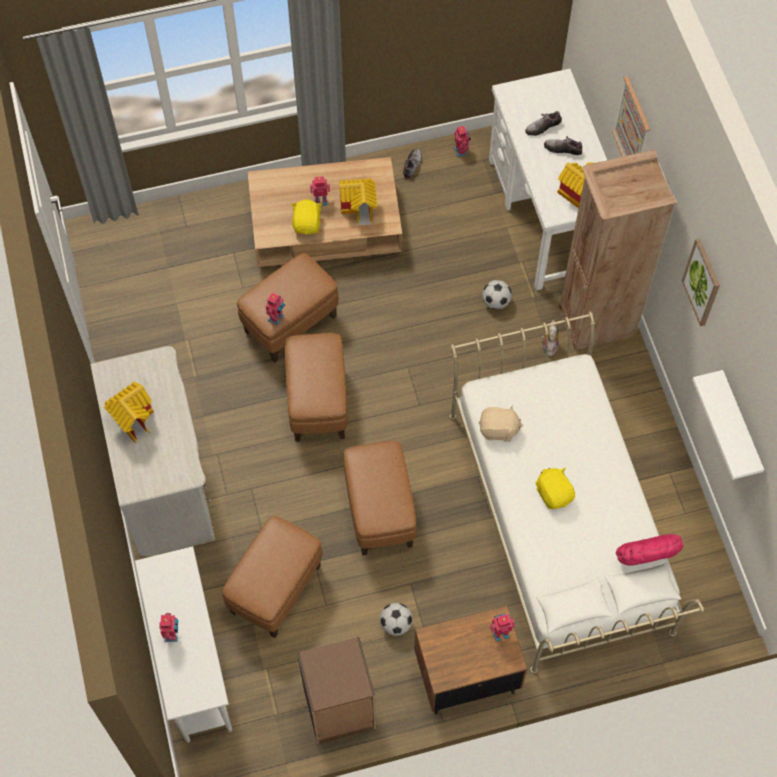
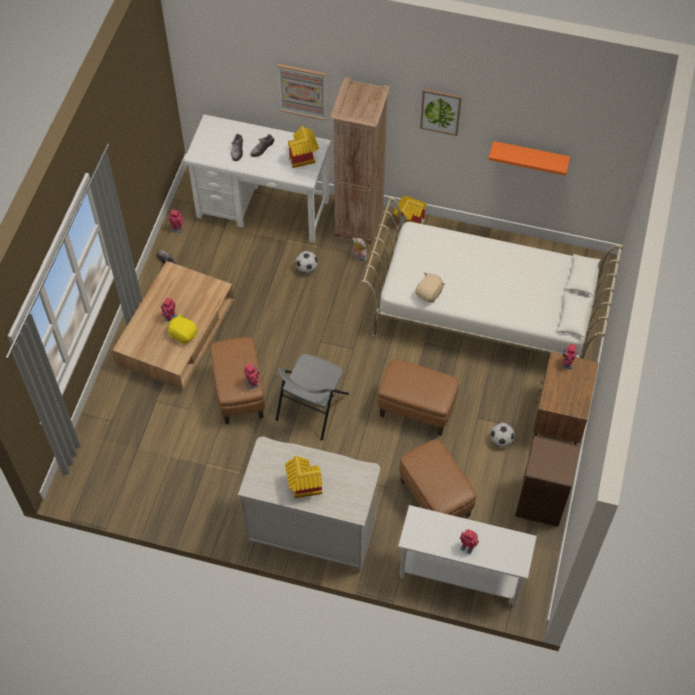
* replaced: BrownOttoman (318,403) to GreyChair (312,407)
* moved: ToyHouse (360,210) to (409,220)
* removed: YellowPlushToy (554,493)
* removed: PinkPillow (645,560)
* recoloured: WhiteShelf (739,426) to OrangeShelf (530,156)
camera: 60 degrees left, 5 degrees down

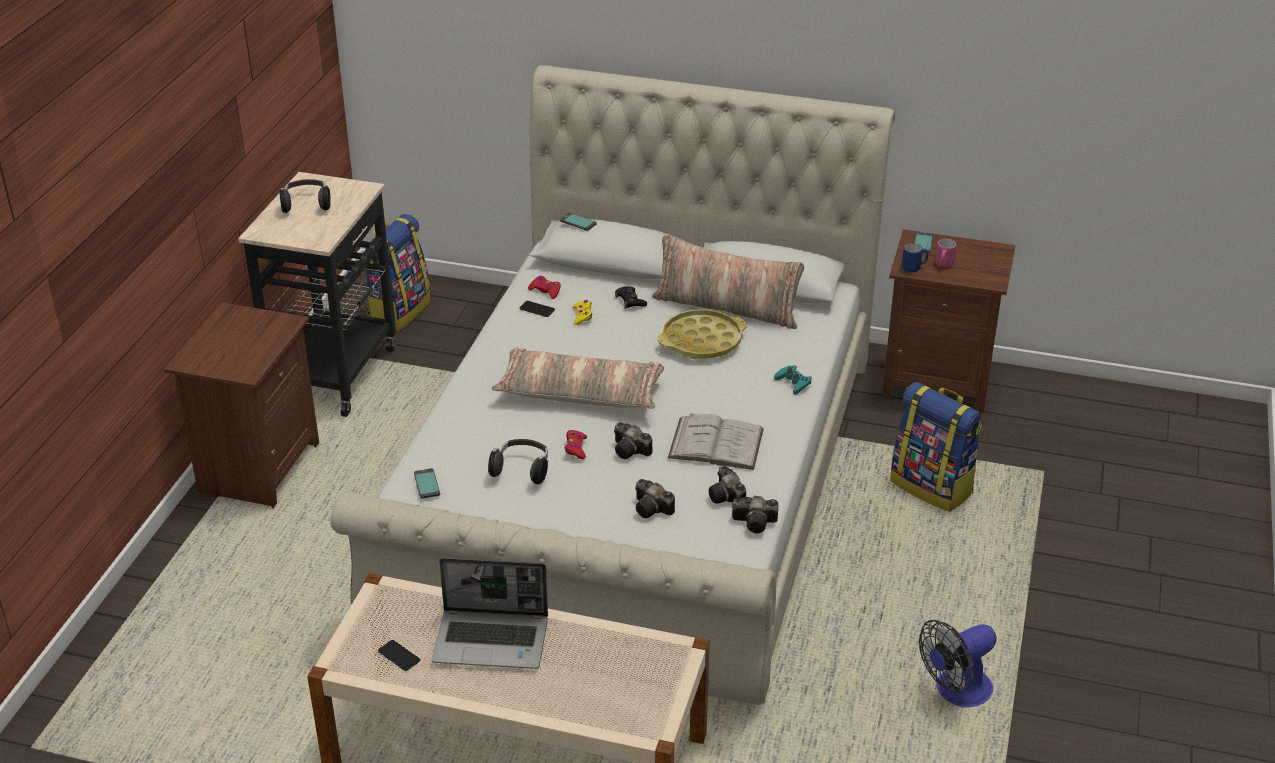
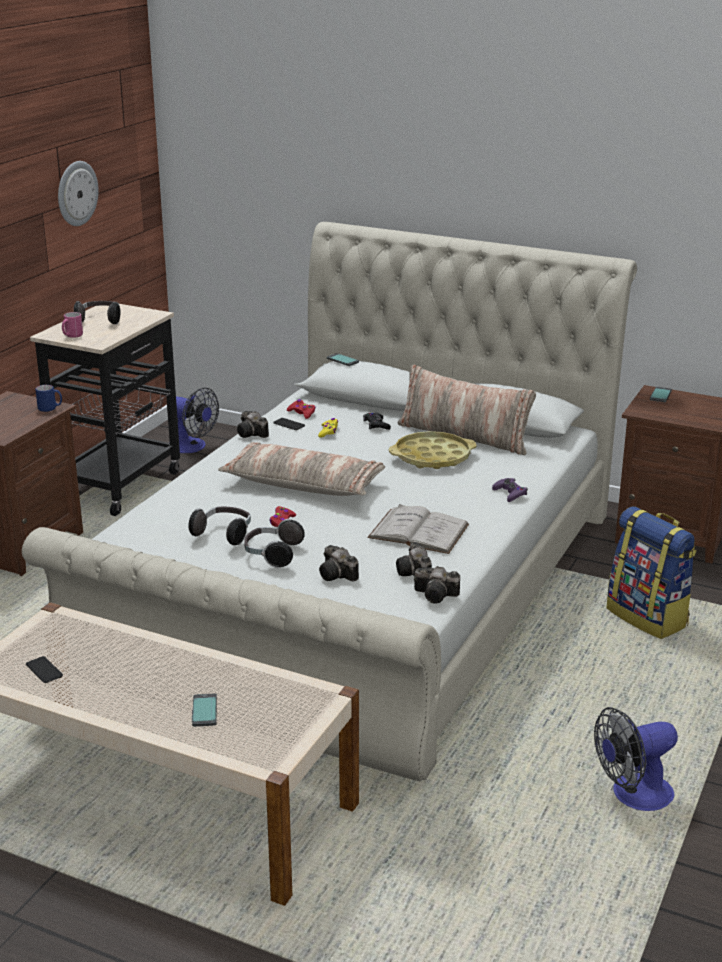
* replaced: Backpack (398,311) to Fan (192,447)
* moved: Phone (426,484) to (204,711)
* removed: Laptop (492,640)
* moved: PhotoCamera (631,451) to (252,434)
* recoloured: TurquoiseGameController (793,383) to PurpleGameController (510,493)
* moved: BlueMug (914,268) to (50,409)
* moved: PinkMug (943,265) to (72,336)
* added: WallClock (76,193)
* added: Headphones (272,554)
camera: 10 degrees right, 10 degrees down

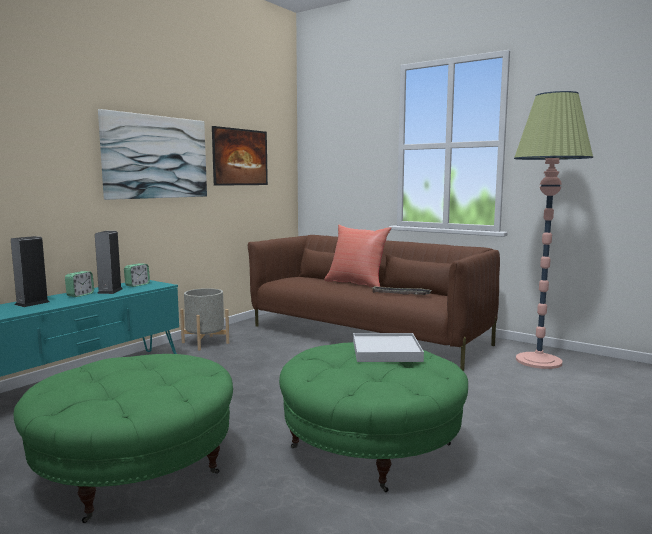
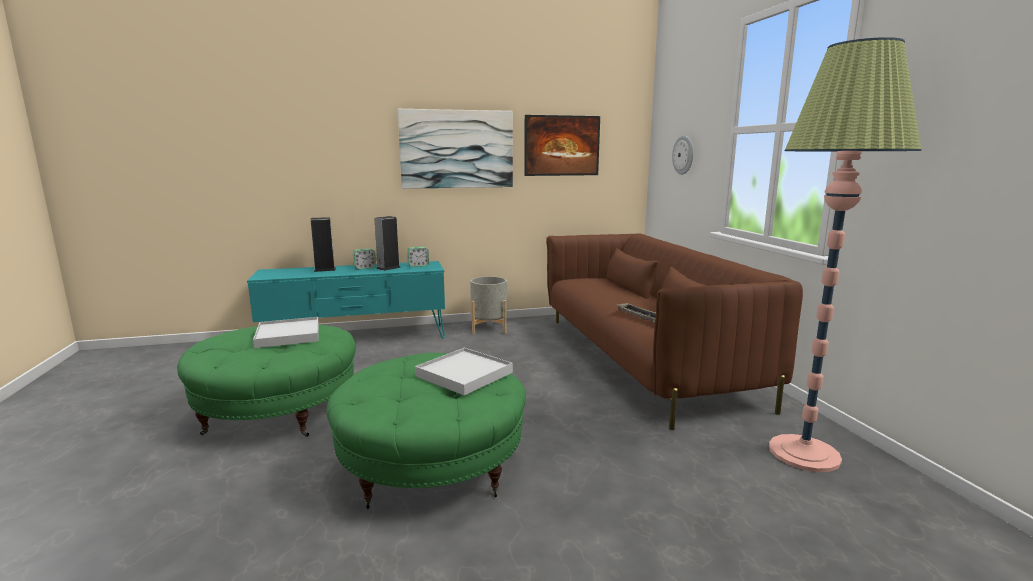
* removed: RedPillow (356,283)
* added: WhiteTray (288,335)
* added: WallClock (683,155)
camera: 40 degrees right, 5 degrees up

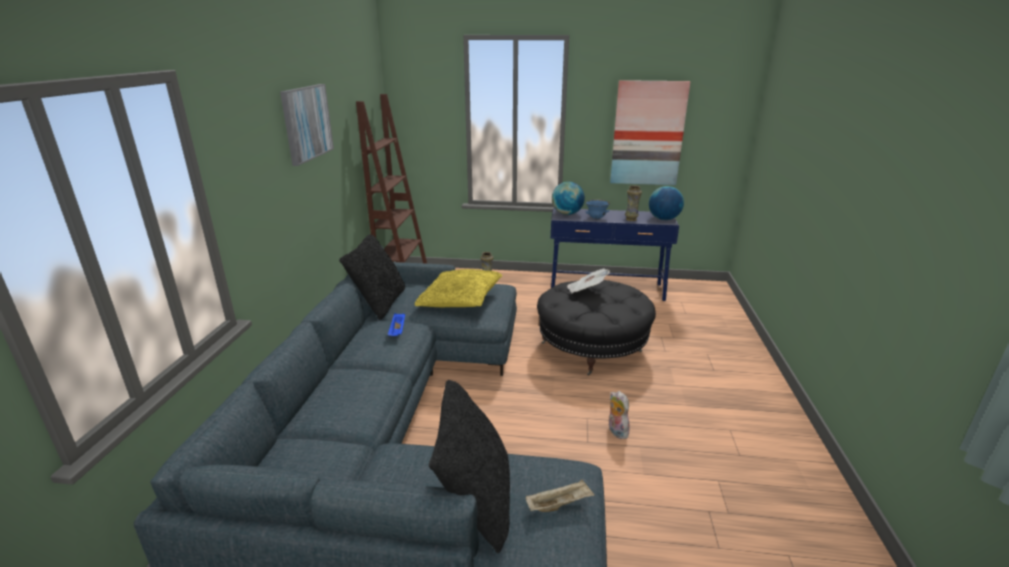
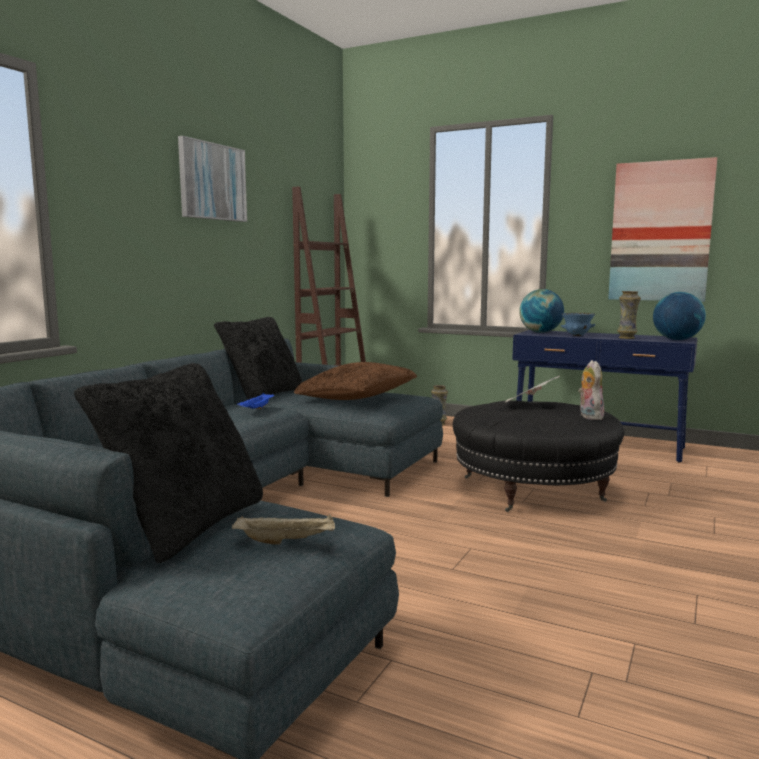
* recoloured: YellowPillow (460,300) to BrownPillow (356,398)
* moved: PlushToy (616,431) to (588,416)
camera: 20 degrees right, 15 degrees down

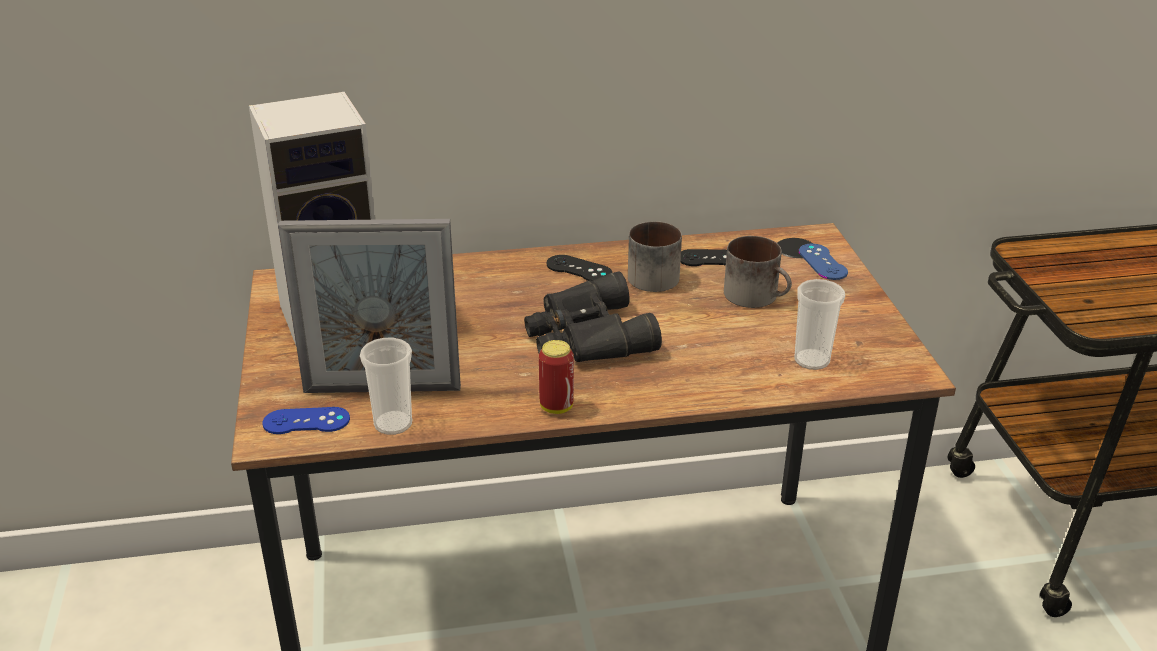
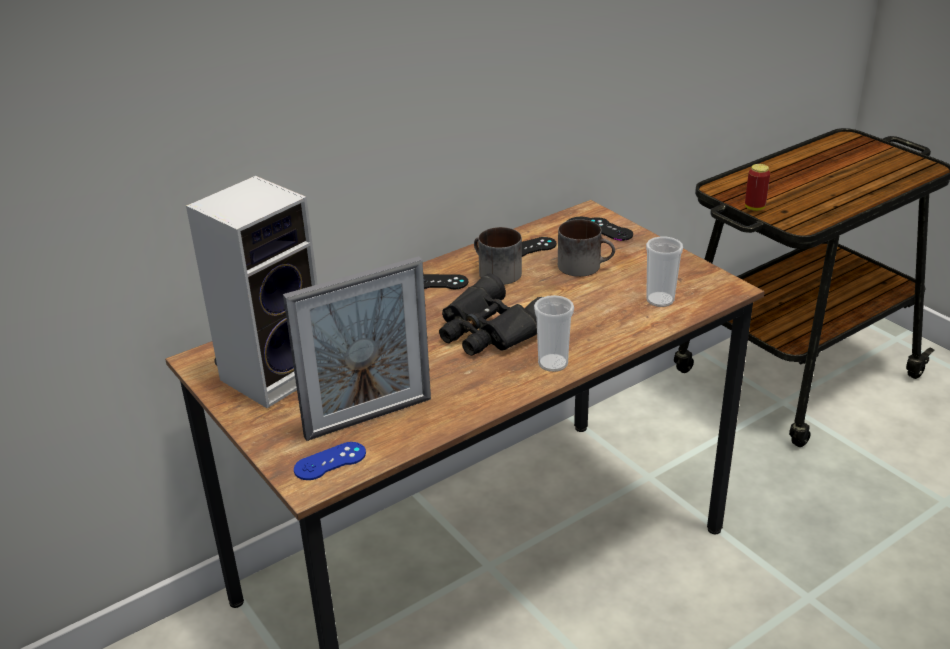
* moved: Cup (393,423) to (553,363)
* moved: Can (556,407) to (754,207)
* recoloured: BlueGameController (822,262) to BlackGameController (608,229)
camera: 25 degrees left, 0 degrees up

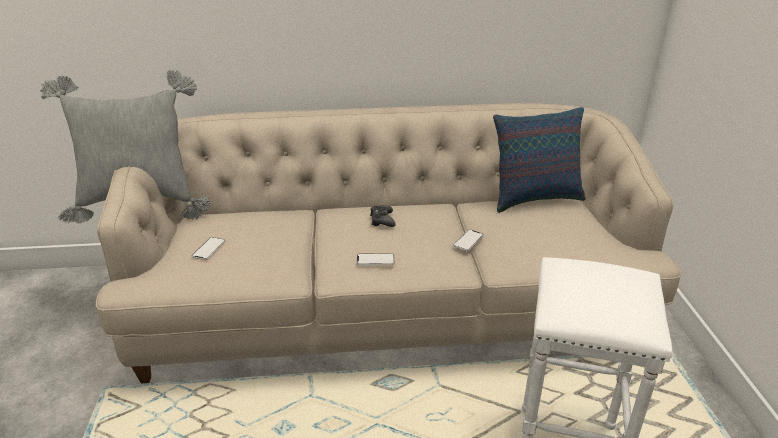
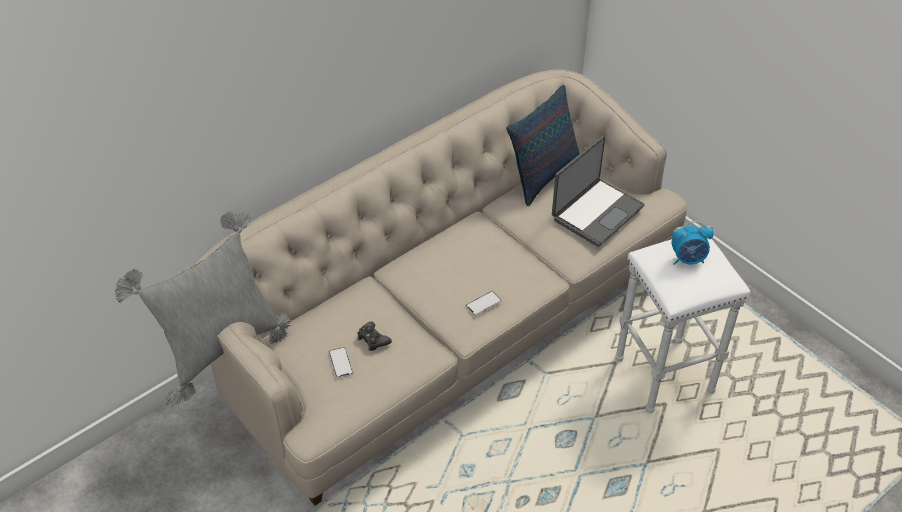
* moved: BlackGameController (382,220) to (373,339)
* removed: Phone (468,241)
* added: Laptop (596,212)
* added: AlarmClock (688,259)
camera: 35 degrees left, 15 degrees up

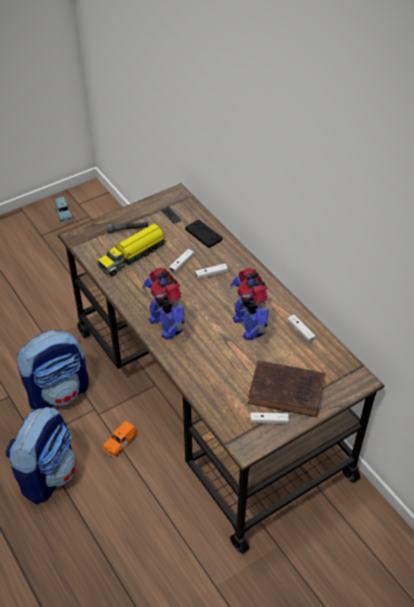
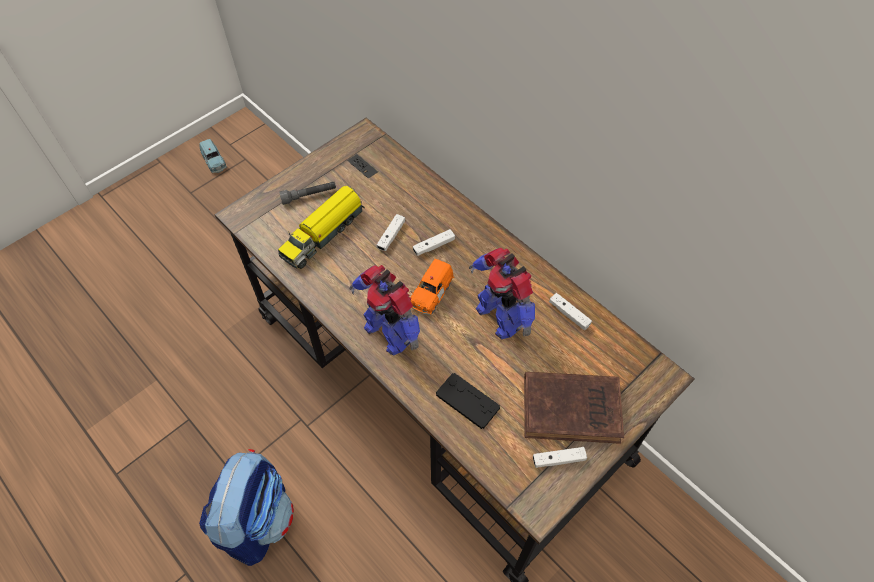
* removed: Backpack (59,392)
* moved: OrangeToyCar (120,444) to (430,294)
* moved: BlackGameController (203,234) to (467,401)
camera: 10 degrees left, 10 degrees up

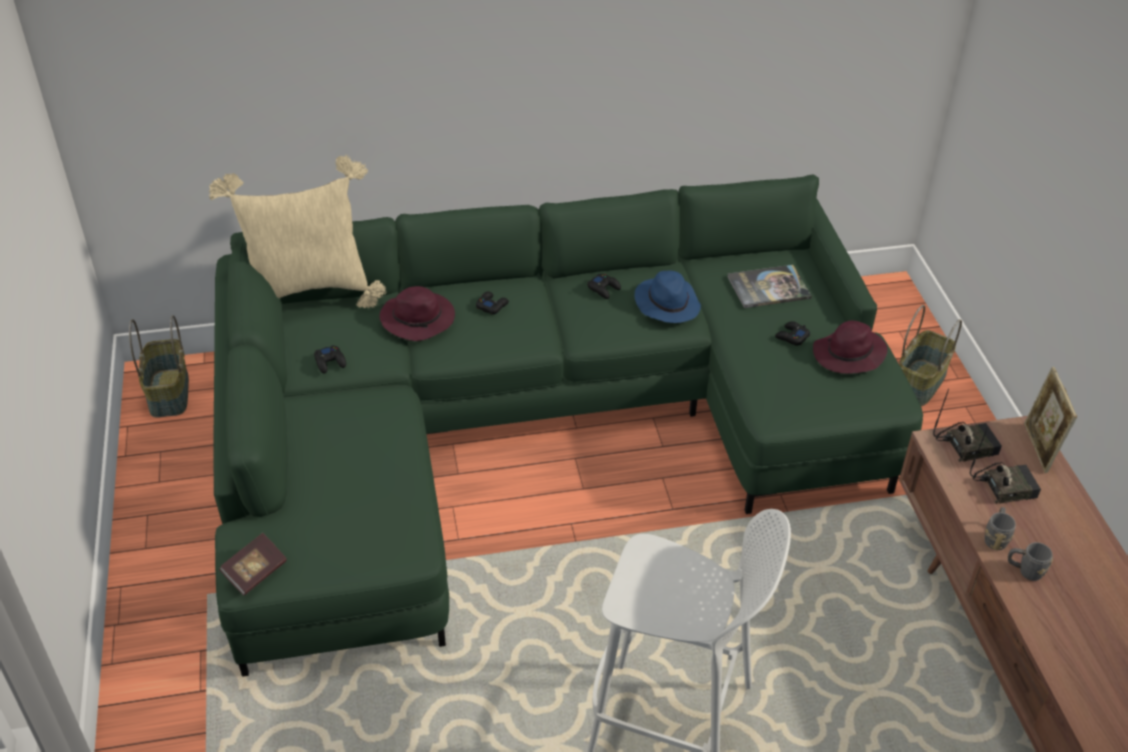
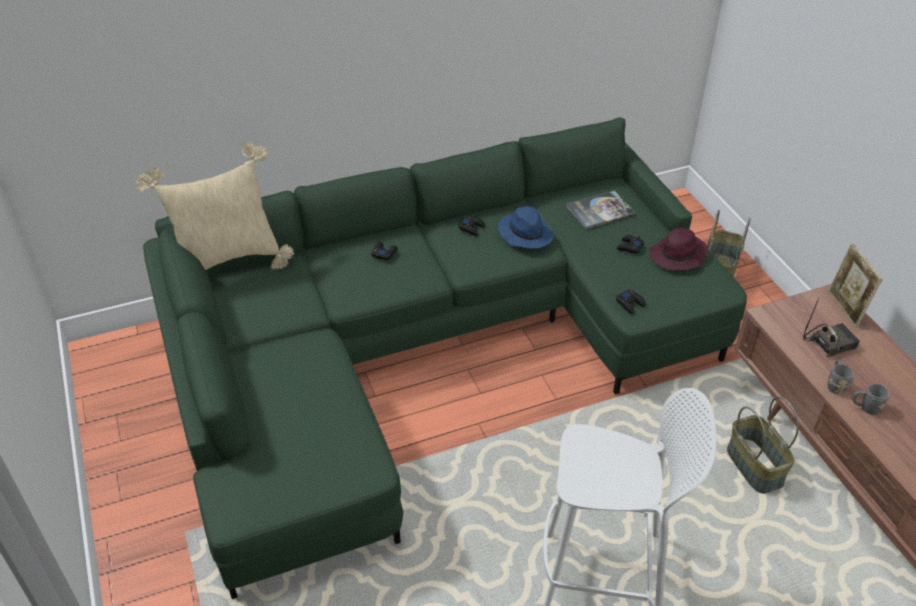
* moved: Basket (170,393) to (755,466)
* removed: Book (255,572)
* moved: BlackGameController (330,362) to (630,304)
* removed: PurpleHat (419,319)
* removed: Radio (967,445)
camera: 10 degrees left, 0 degrees up

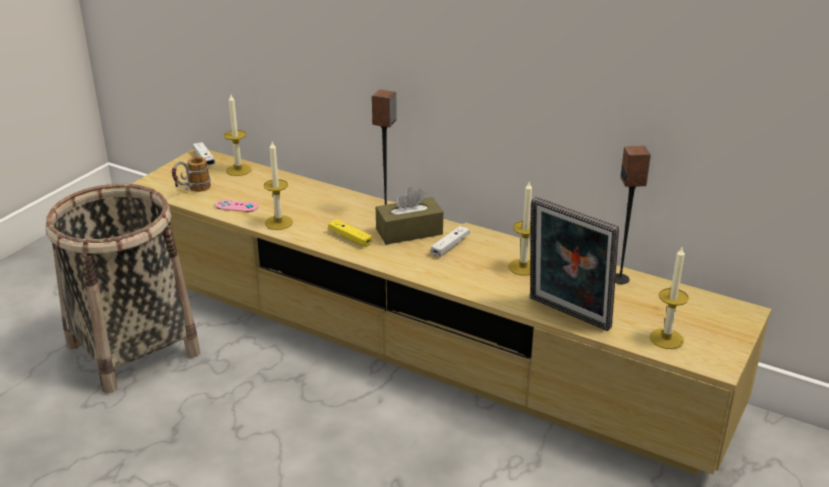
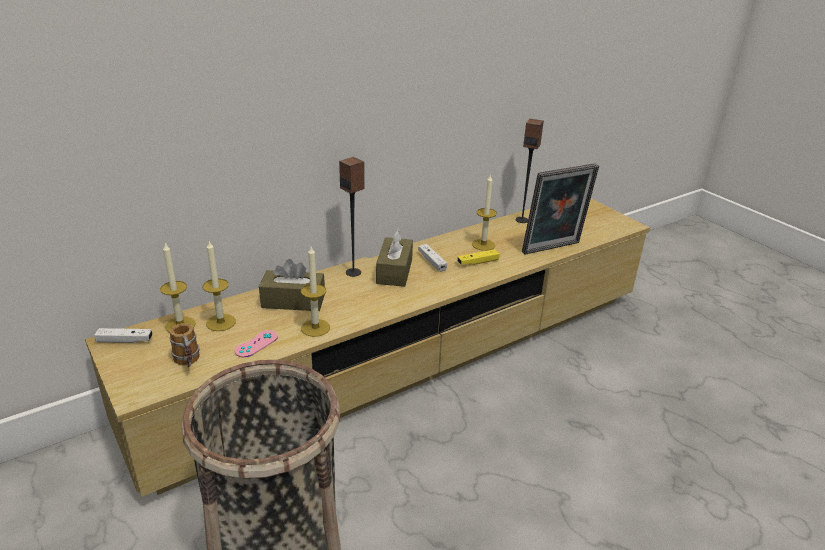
* moved: YellowGameController (350,238) to (478,262)
* moved: Candle (666,338) to (221,322)
* added: BrownTissueBox (293,301)
camera: 65 degrees left, 0 degrees up

